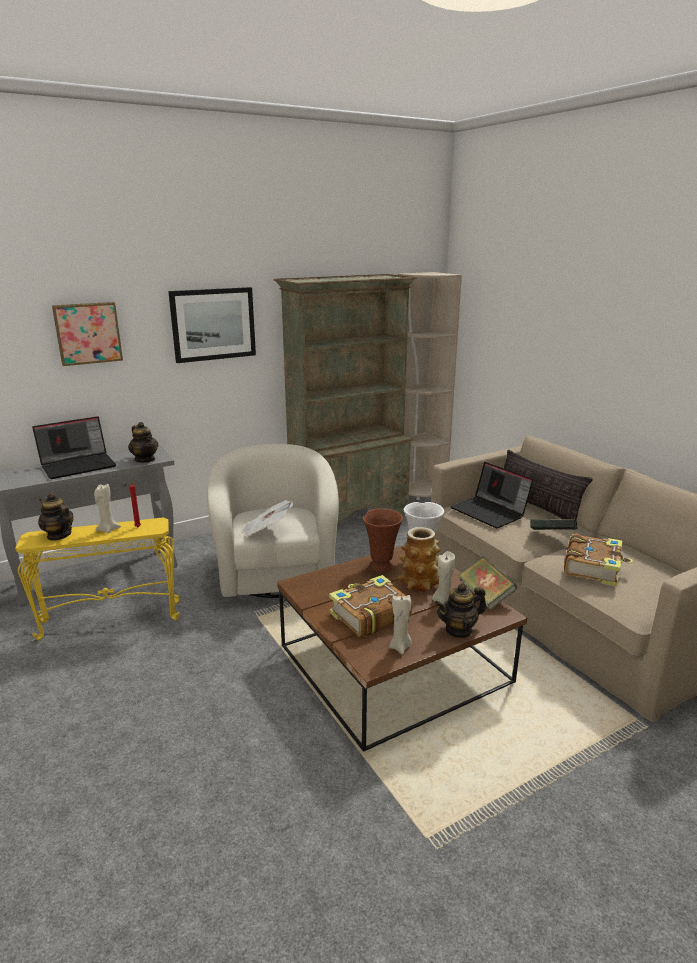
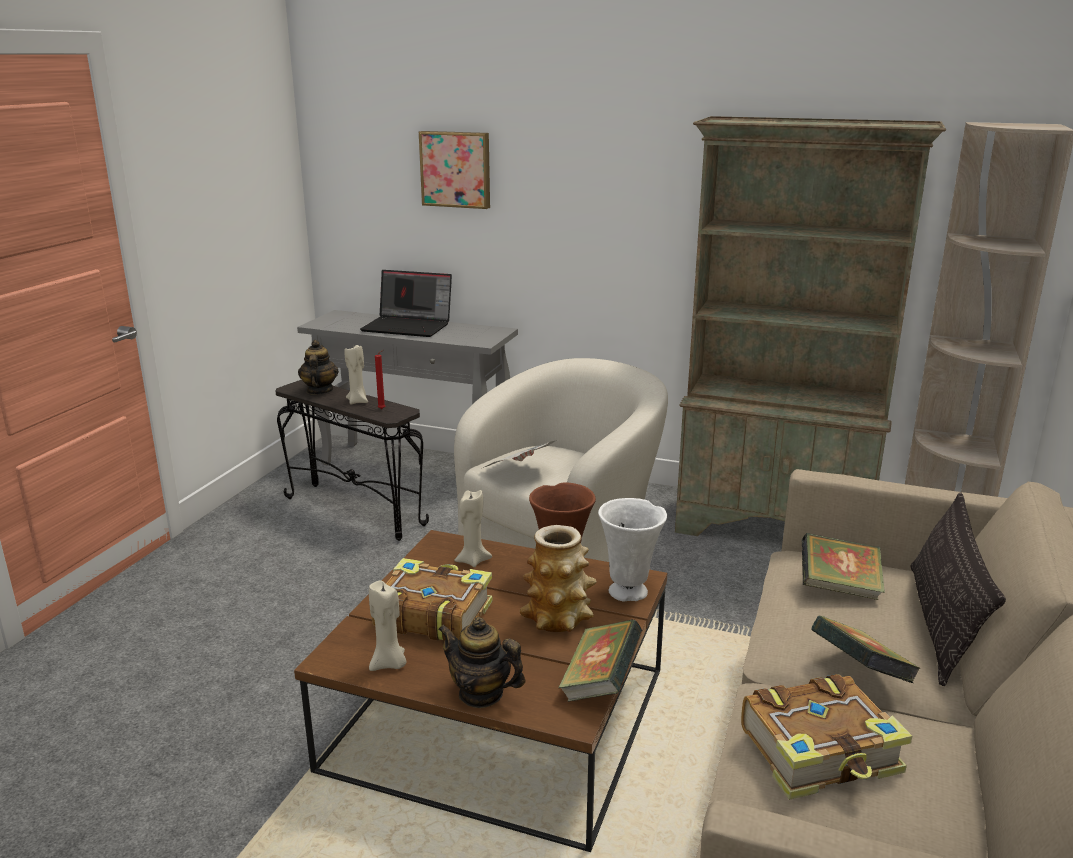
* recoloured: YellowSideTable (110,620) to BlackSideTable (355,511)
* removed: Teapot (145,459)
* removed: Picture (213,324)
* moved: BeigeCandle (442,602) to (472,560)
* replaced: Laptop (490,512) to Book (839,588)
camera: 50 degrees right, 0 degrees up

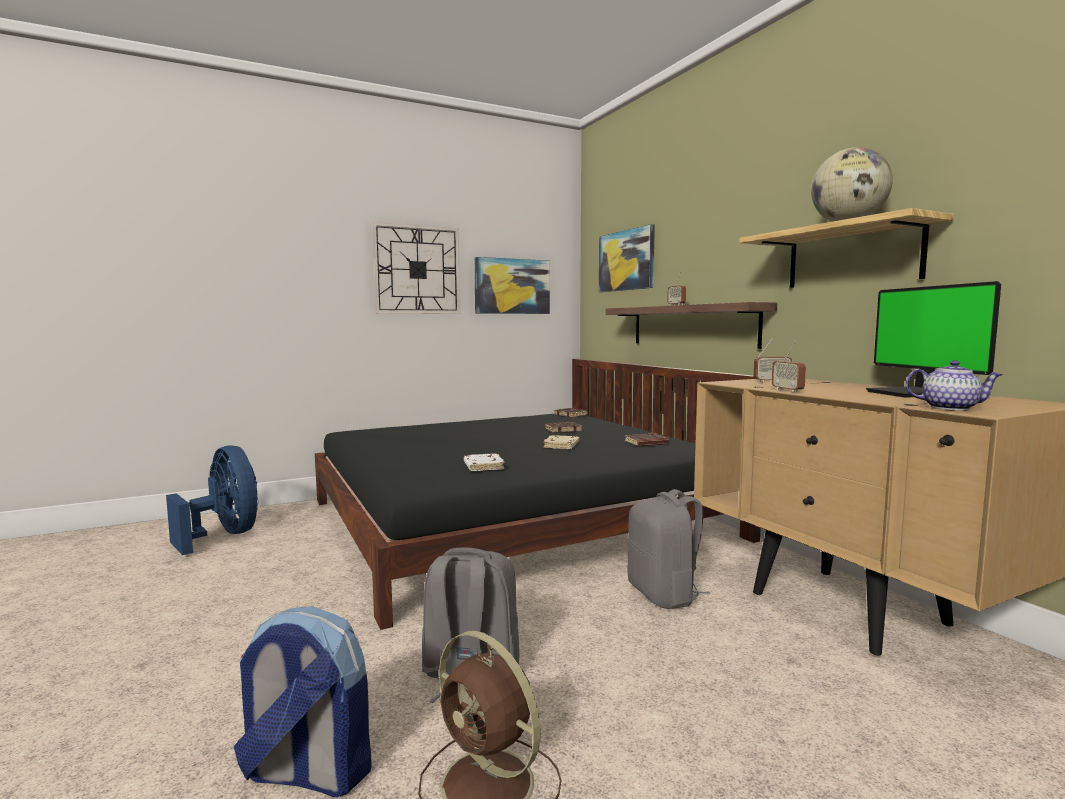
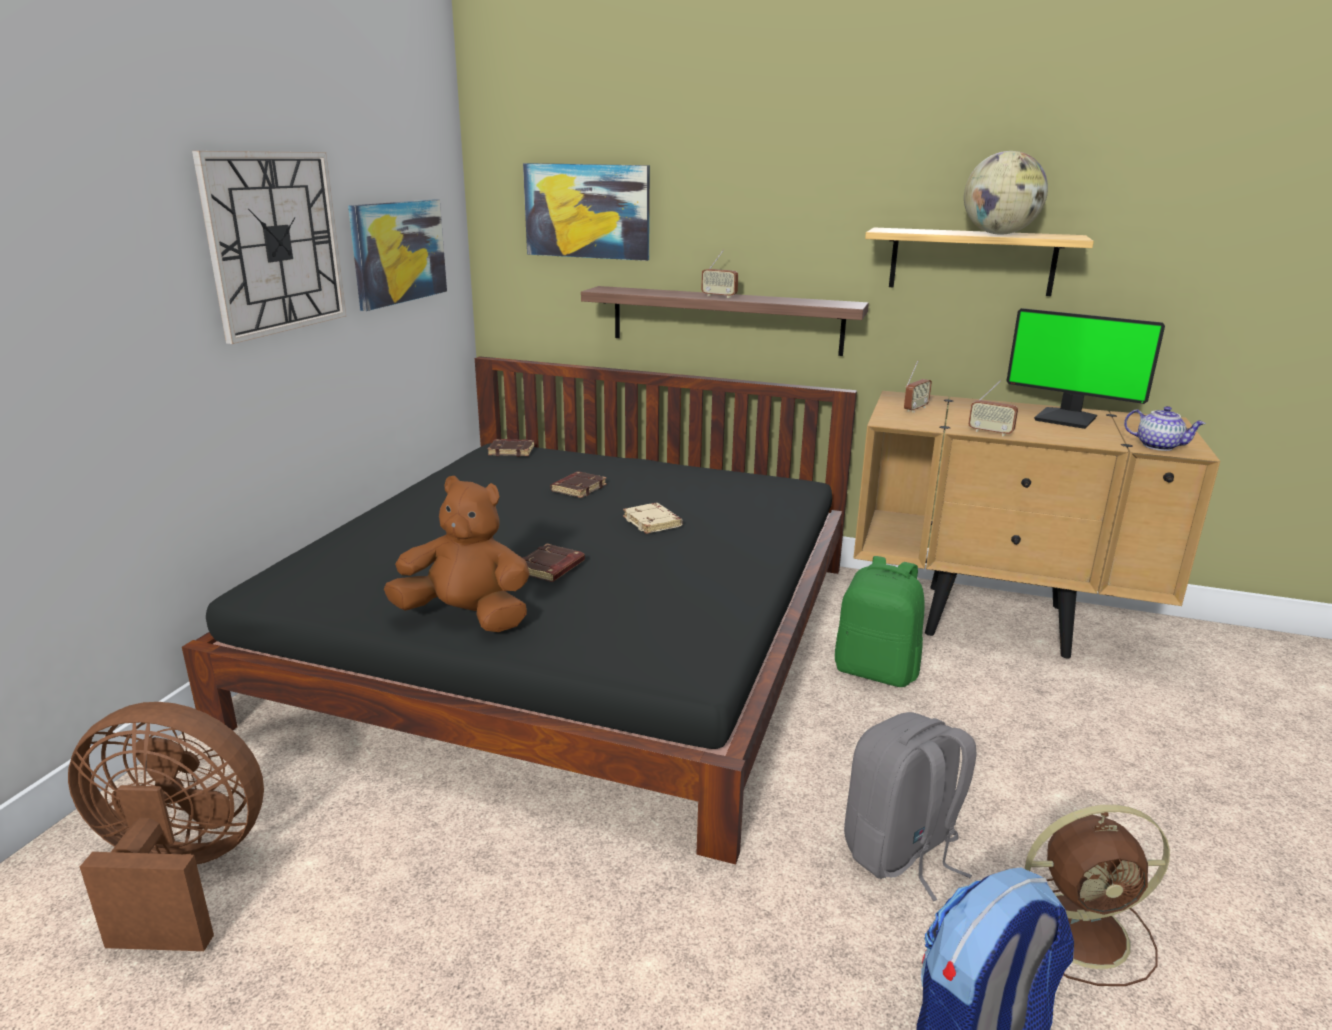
* recoloured: BlueFan (224,535) to BrownFan (179,875)
* removed: WhiteBook (483,466)
* moved: BrownBook (646,443) to (550,568)
* recoloured: GreyBackpack (664,595) to GreenBackpack (876,671)
* turned: Teapot (950,408) = (1158,446) 60 degrees clockwise
* added: BrownPlushToy (467,617)
camera: 45 degrees left, 15 degrees up

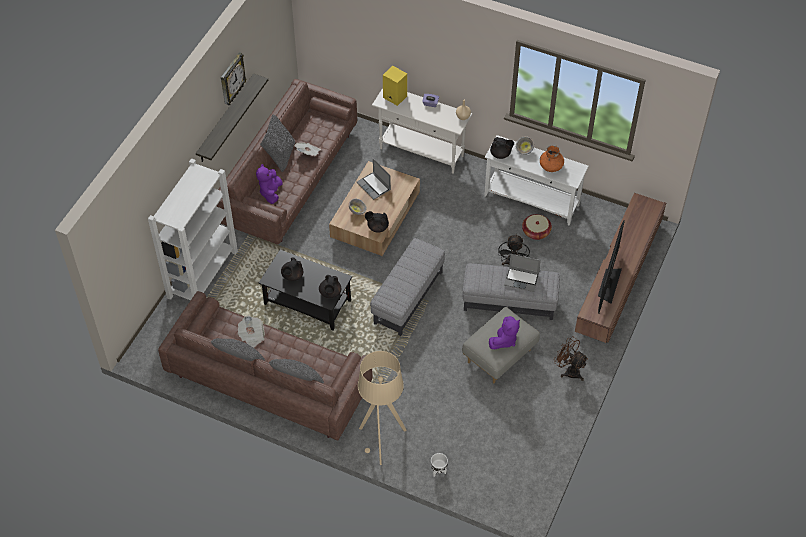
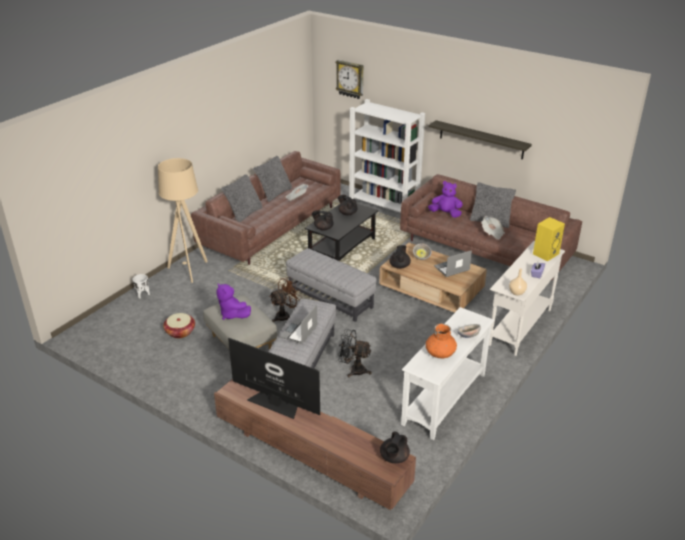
* moved: WallClock (231,79) to (350,79)
* moved: BlackTeapot (500,154) to (394,458)
* moved: Basket (536,232) to (180,332)
* moved: BrownFan (569,370) to (285,316)
camera: 100 degrees right, 20 degrees down

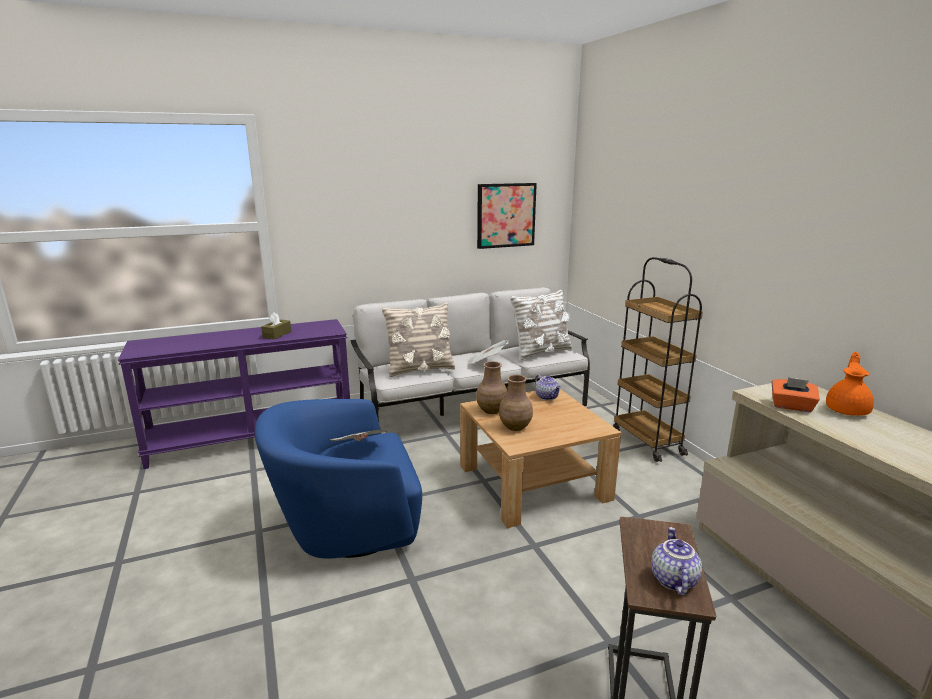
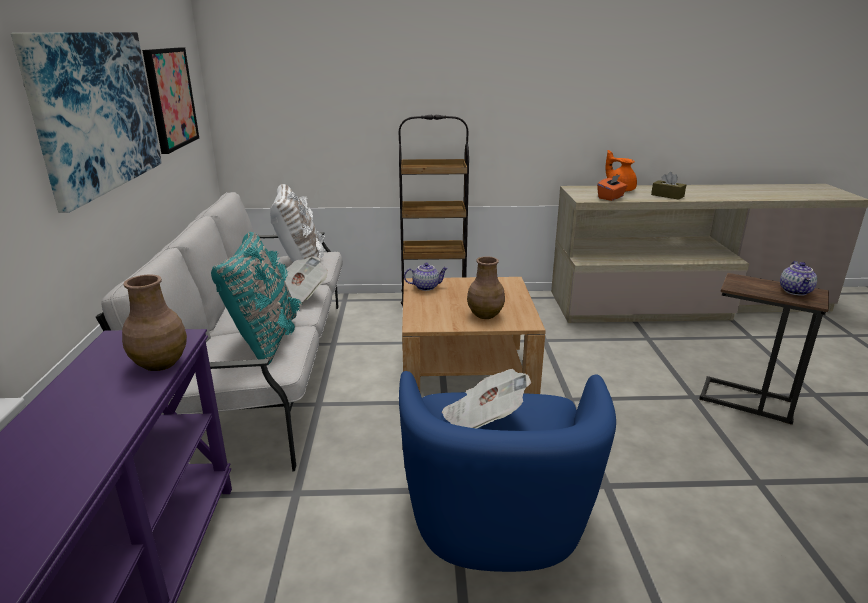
* moved: BrownTissueBox (277,334) to (667,195)
* recoloured: BeigePillow (420,370) to TurquoisePillow (267,340)
* moved: BrownVase (491,410) to (159,363)
* turned: Teapot (672,579) = (796,291) 105 degrees counterclockwise
* added: Picture (96,112)
camera: 70 degrees left, 5 degrees up

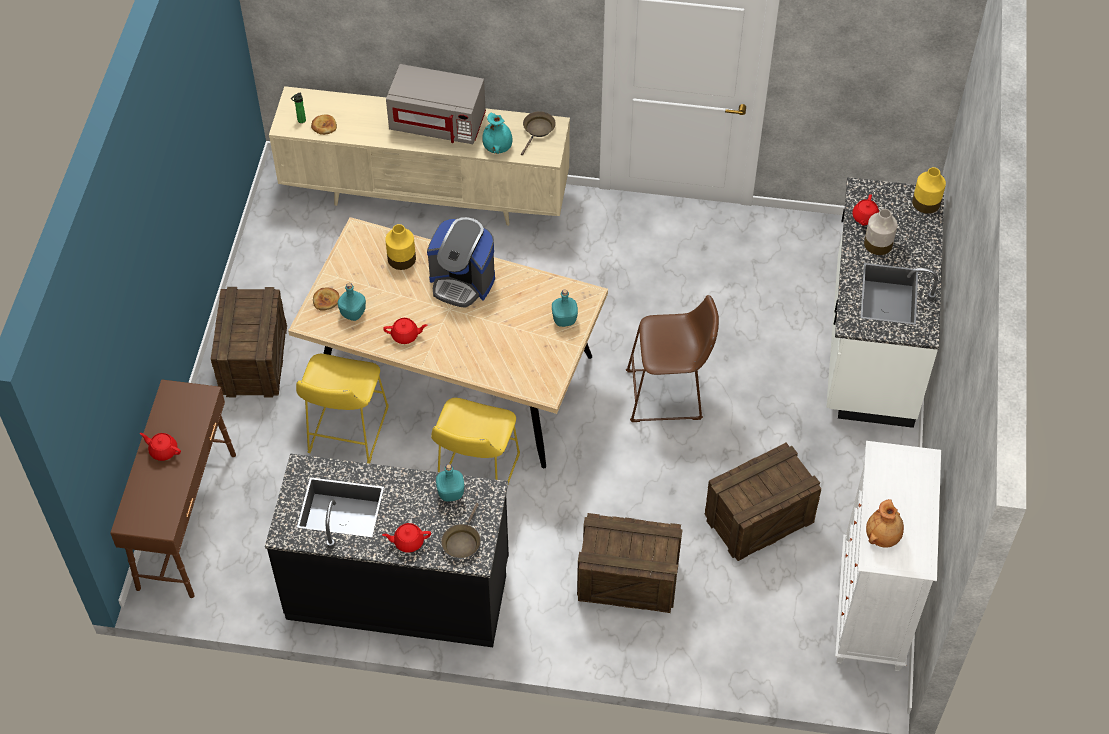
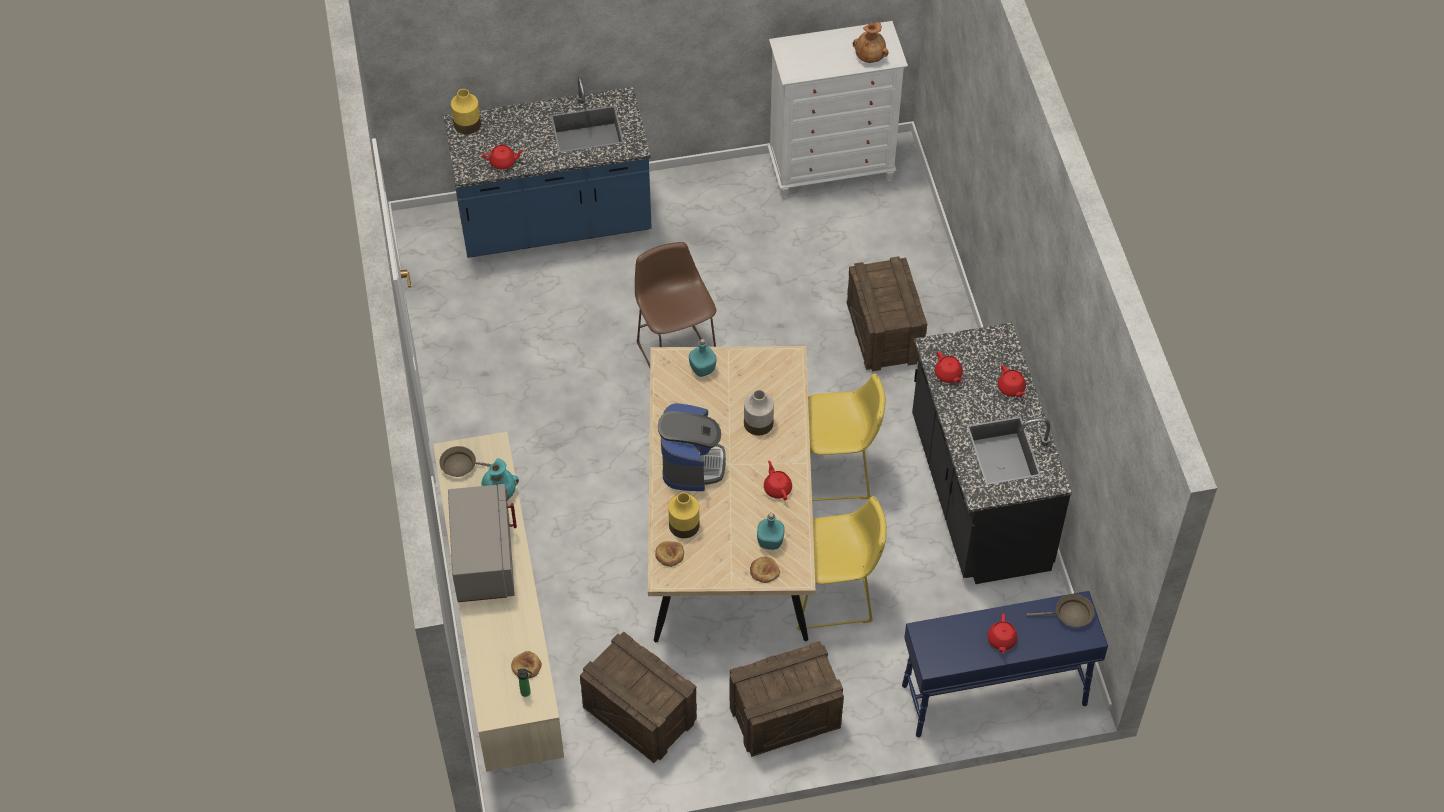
* recoloured: BrownConsoleTable (188,520) to BlueConsoleTable (993,694)
* replaced: TurquoiseBottle (450,493) to RedTeapot (948,375)
* moved: BrownFryingPan (462,541) to (1070,615)
* moved: Crate (759,518) to (639,713)
* recoloured: WhiteCounter (871,343) to BlueCounter (554,223)
* moved: BeigeVase (878,244) to (758,423)
* added: Bread (669,555)
camera: 110 degrees left, 0 degrees up

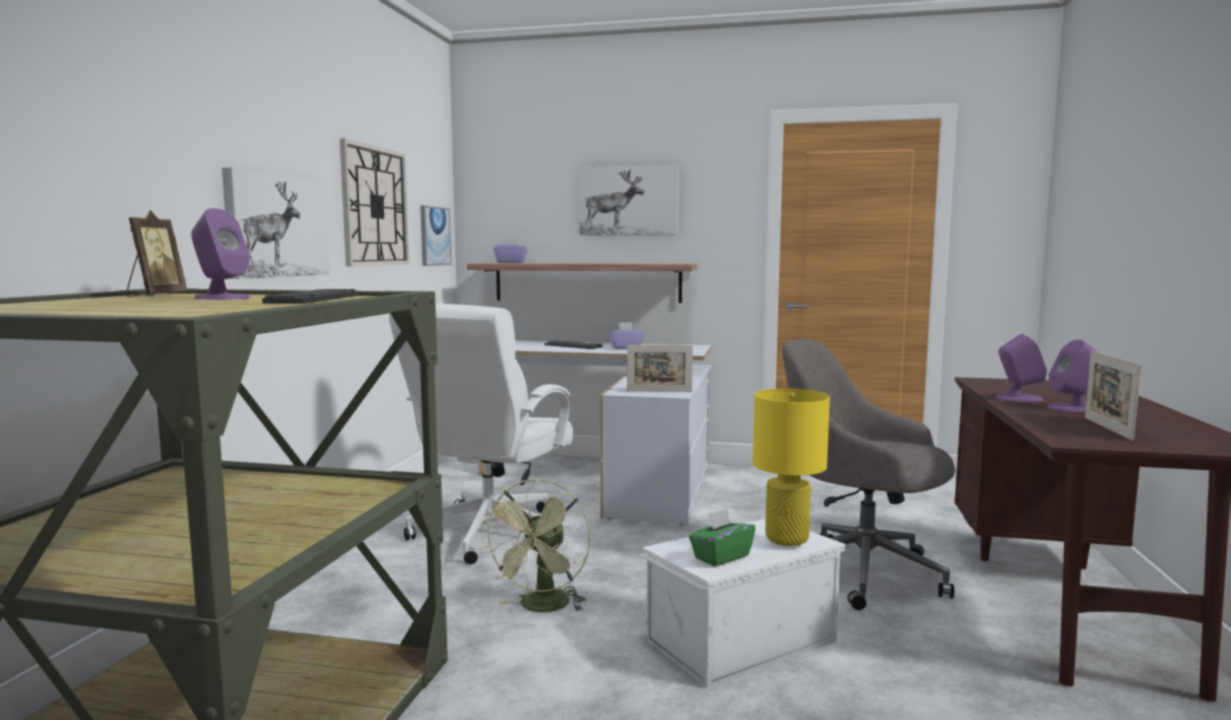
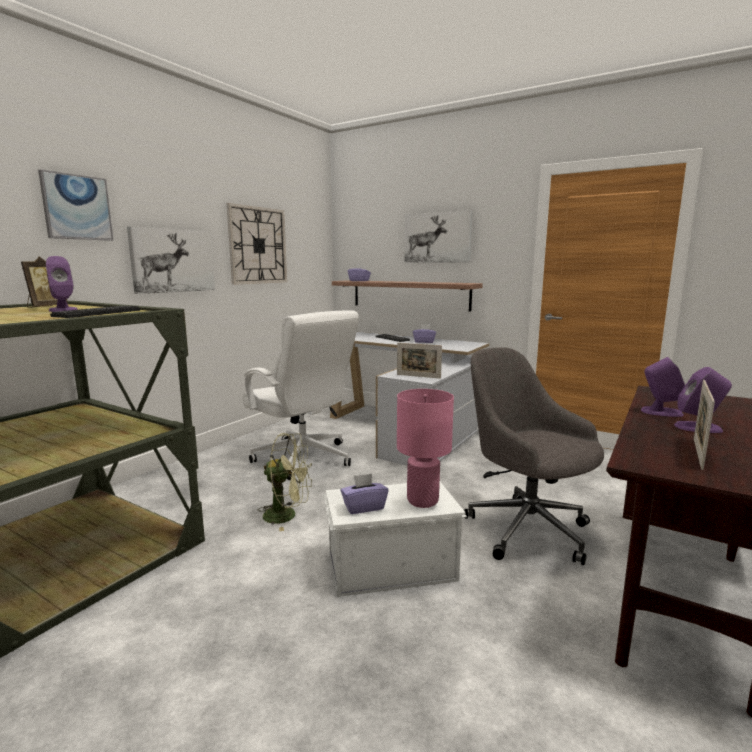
* turned: WhiteOfficeChair (490,531) = (303,457) 90 degrees counterclockwise
* moved: Picture (434,236) to (77,207)
* turned: GreenFan (542,608) = (287,515) 120 degrees counterclockwise
* recoloured: GreenTissueBox (721,557) to PurpleTissueBox (364,507)
* recoloured: YellowTableLamp (787,542) to PinkTableLamp (423,503)
camera: 20 degrees right, 5 degrees up

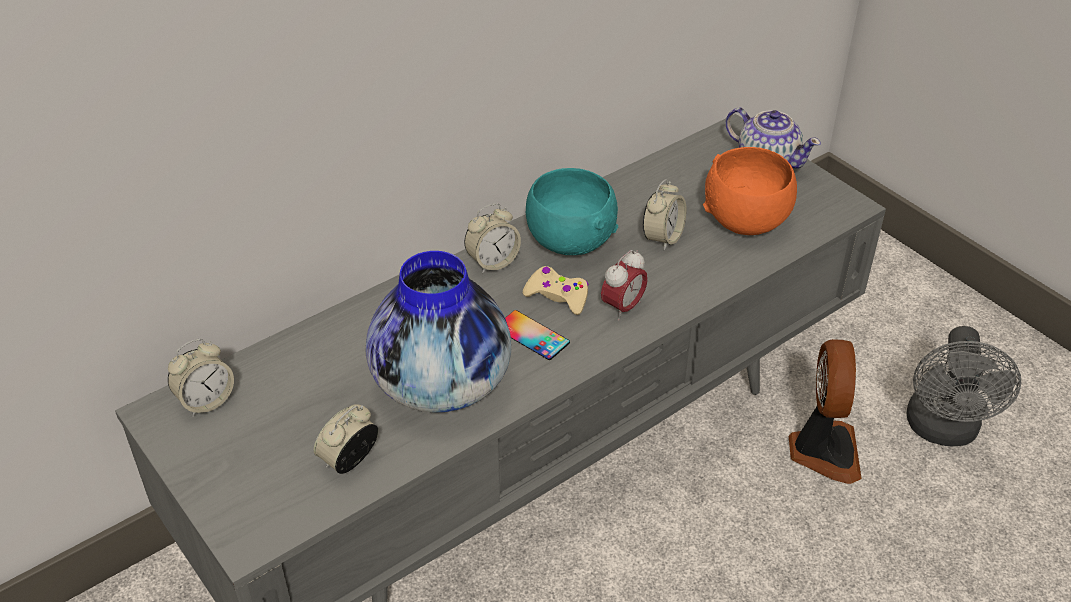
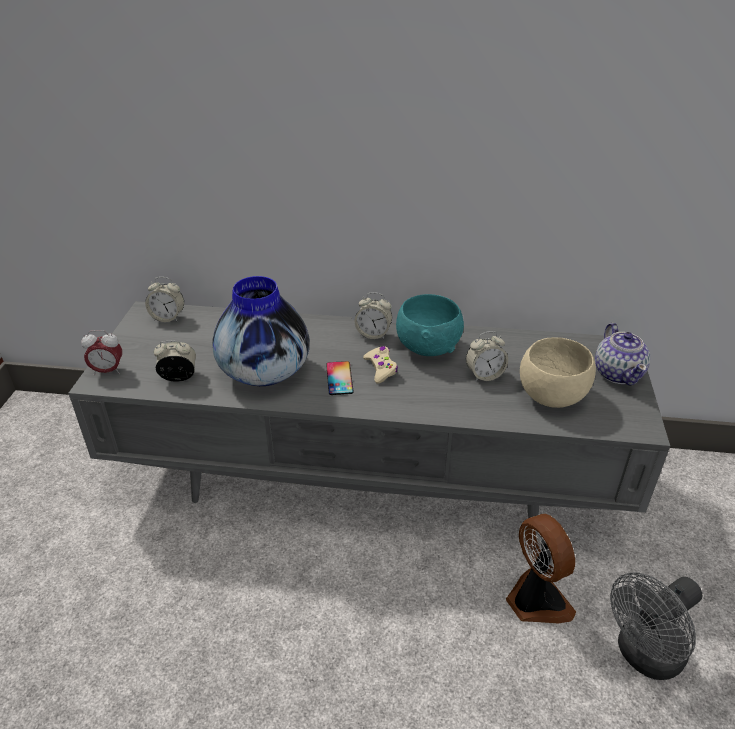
* moved: AlarmClock (623,308) to (108,371)
* recoloured: OrangeBowl (746,222) to BeigeBowl (552,397)
* turned: Fan (822,450) = (535,600) 75 degrees counterclockwise
camera: 45 degrees right, 5 degrees down

